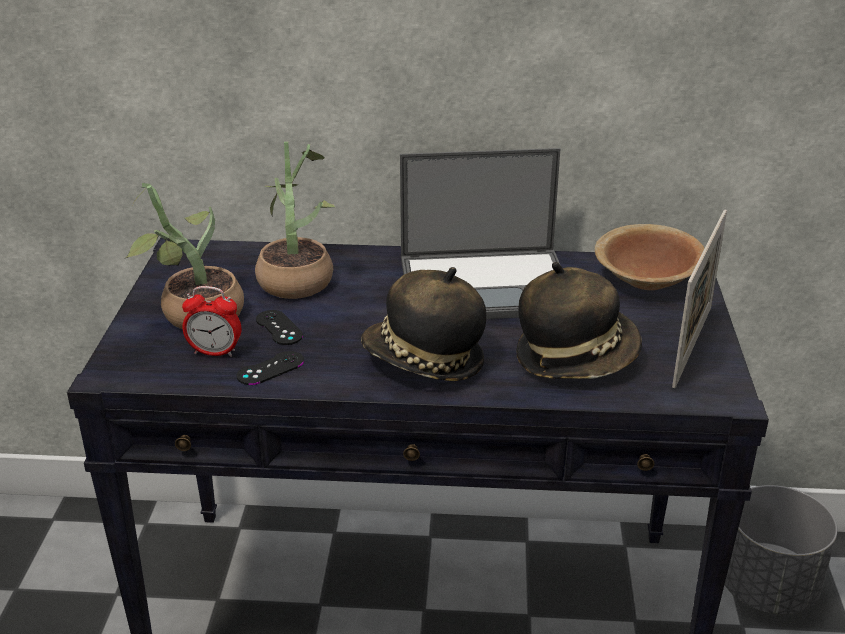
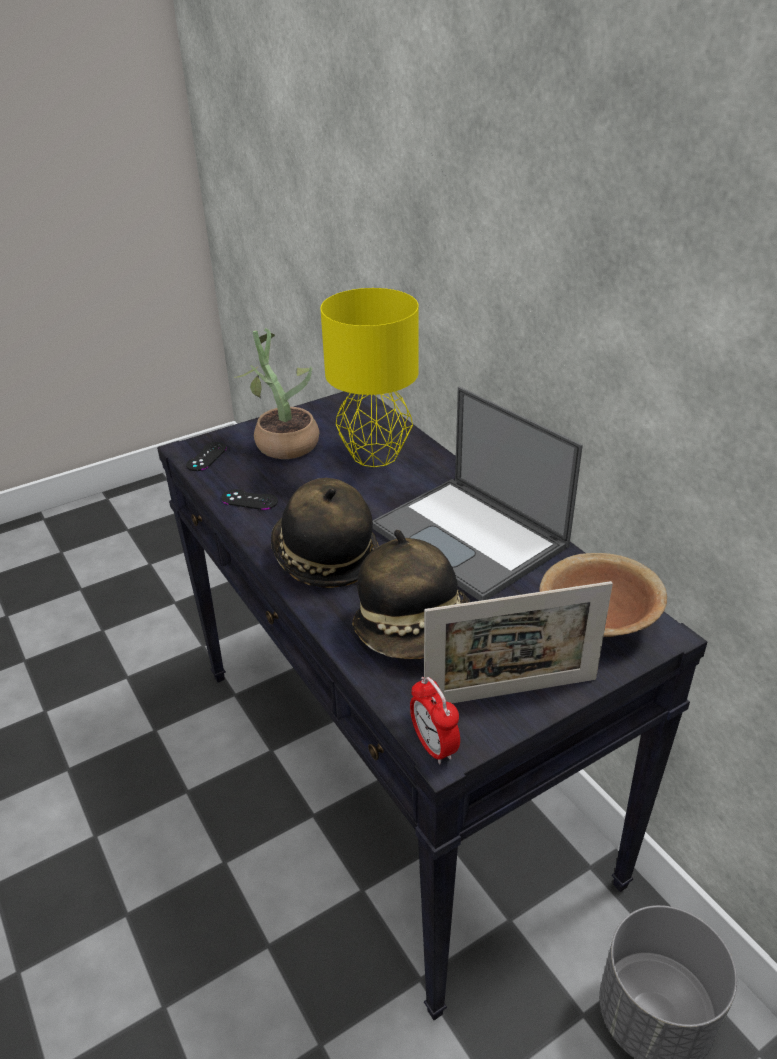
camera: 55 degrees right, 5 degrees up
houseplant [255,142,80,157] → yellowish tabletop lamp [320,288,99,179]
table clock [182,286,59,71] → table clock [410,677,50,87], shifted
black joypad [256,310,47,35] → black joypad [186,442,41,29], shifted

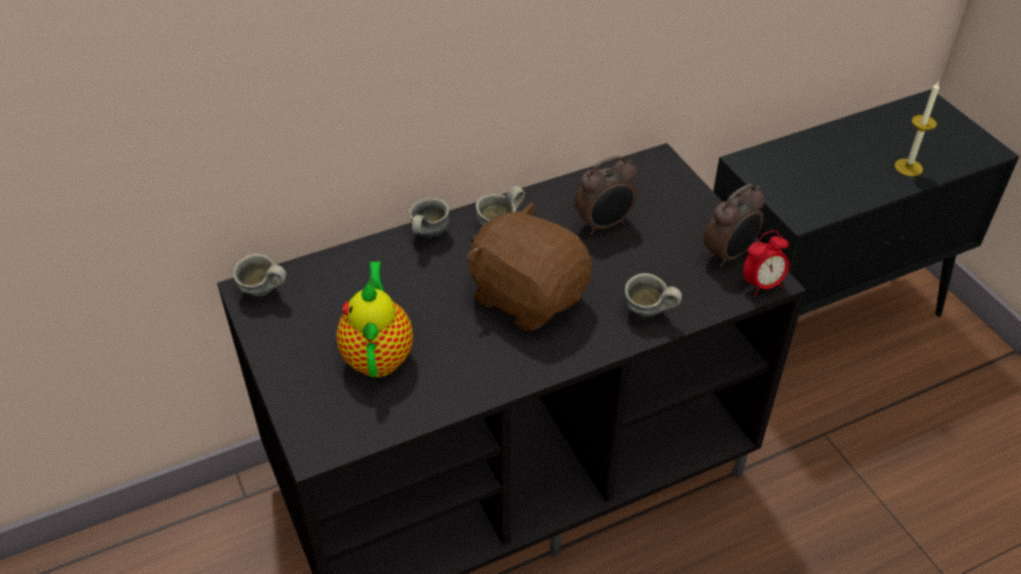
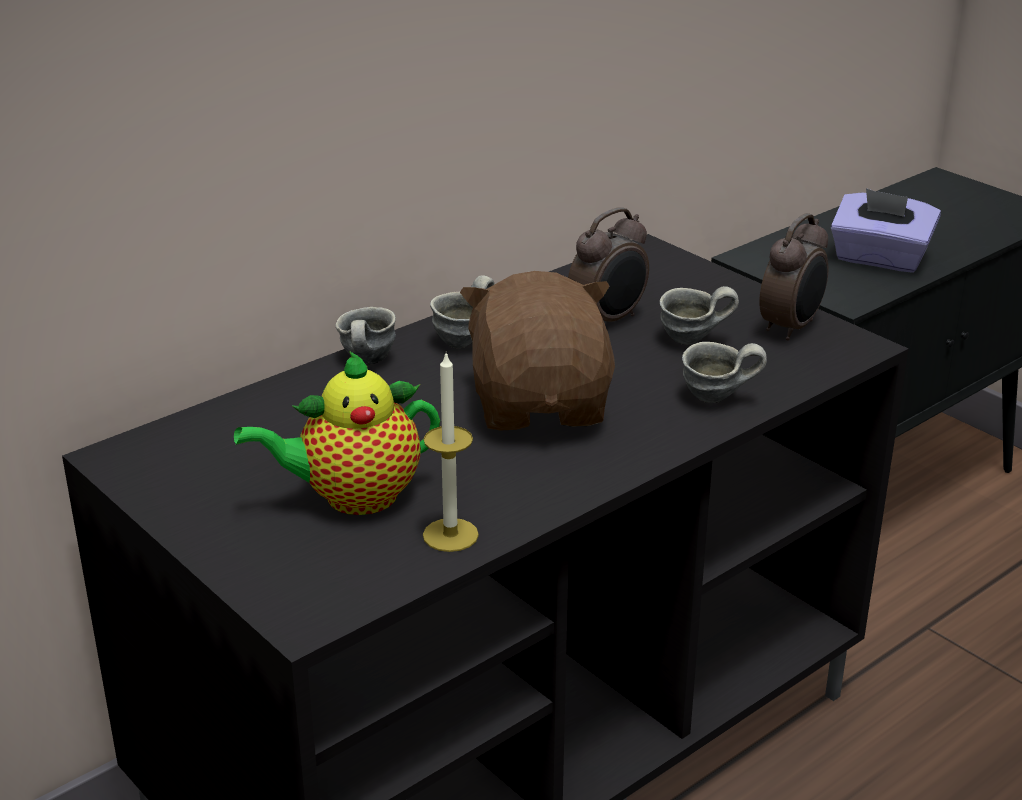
camera: 15 degrees left, 15 degrees down
wax light [894,82,46,94] → wax light [423,351,56,201], shifted
brown-coloured cuddly toy [467,202,125,129] → brown-coloured cuddly toy [460,271,155,159], 60 degrees clockwise
table clock [743,230,46,66] → -
gray tea mug [233,254,54,43] → gray tea mug [660,286,79,59], shifted
tea pot [336,261,77,116] → tea pot [234,351,206,164], 90 degrees counterclockwise
- → purplish box of tissues [831,188,110,85]

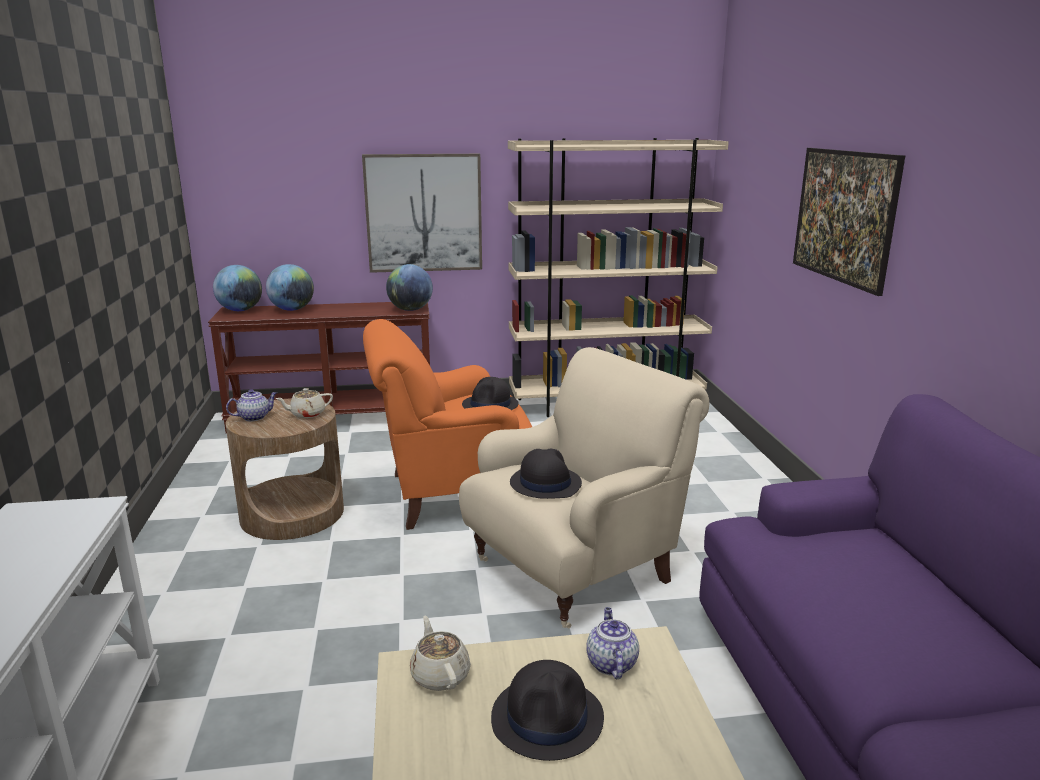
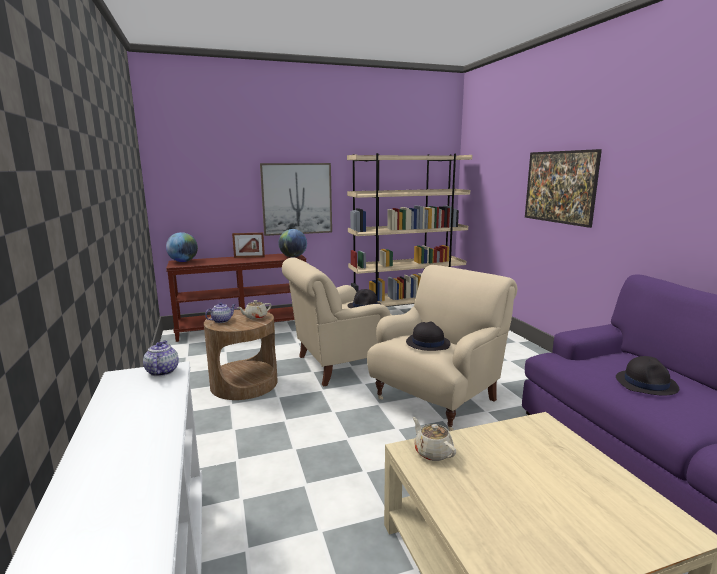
camera: 10 degrees left, 5 degrees down
world globe [266,264,48,47] → -
orange armchair [363,319,169,211] → beige armchair [282,257,109,130]
tea pot [586,607,53,72] → tea pot [143,341,36,35], shifted
black hat [491,660,113,101] → black hat [616,356,63,40], shifted
- → photo frame [232,233,33,25]

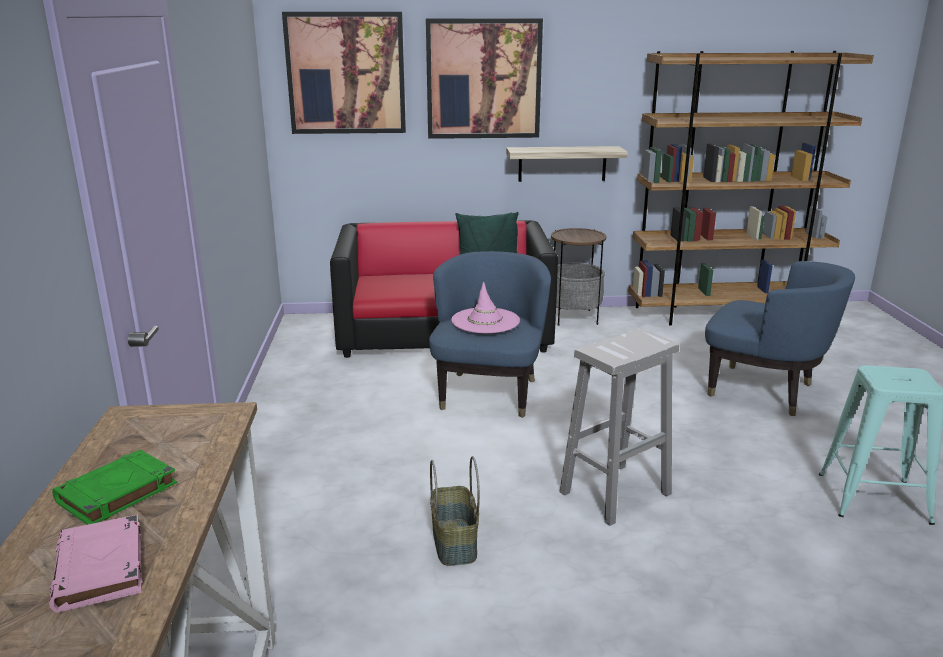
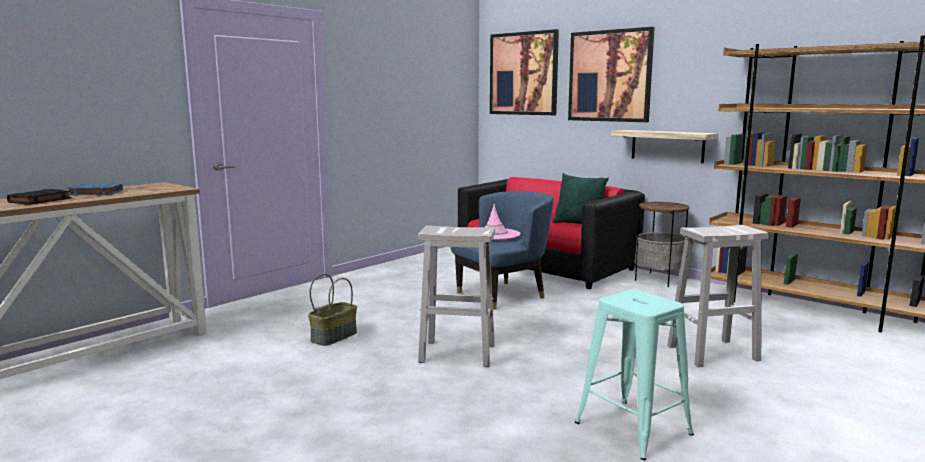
camera: 45 degrees right, 10 degrees down
blue-coloured armchair [705,261,150,155] → white-coloured sitting stool [667,225,101,142]
greenish volume [52,450,125,75] → blue-coloured volume [67,183,56,13]
pink volume [49,514,93,99] → black volume [7,189,65,16]

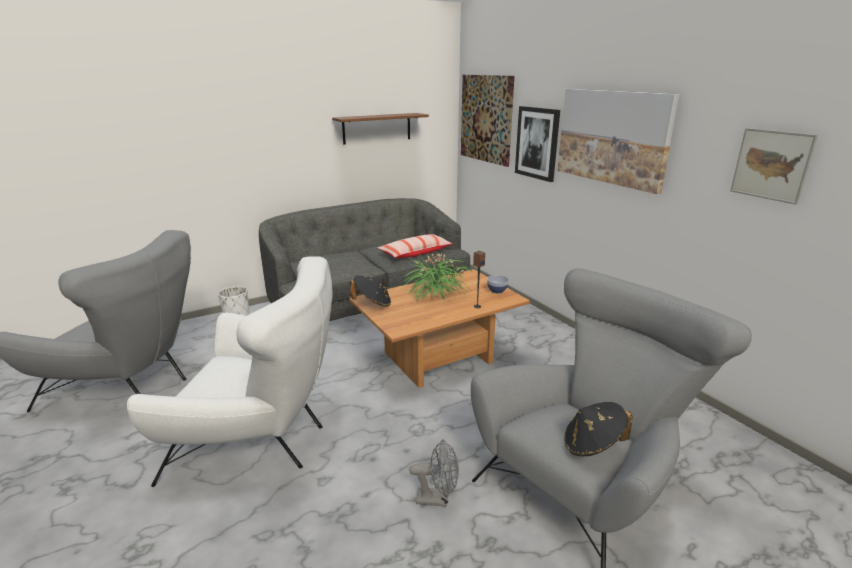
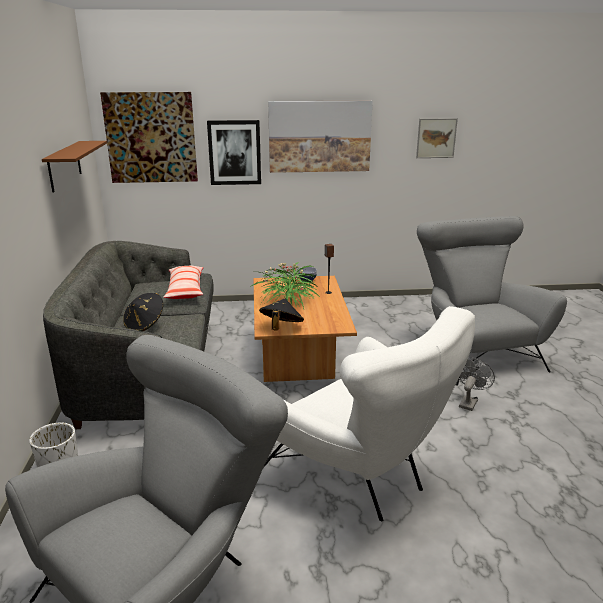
camera: 65 degrees left, 0 degrees up
white-coloured armchair [127,256,206,231] → white-coloured armchair [263,306,212,215], 105 degrees clockwise
black hat [564,402,69,54] → black hat [123,293,40,39], shifted

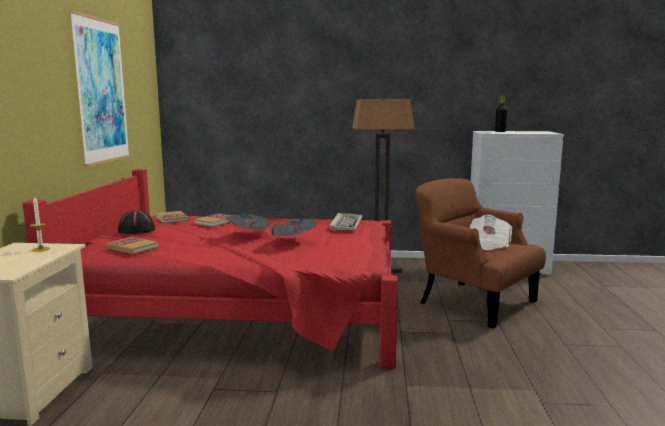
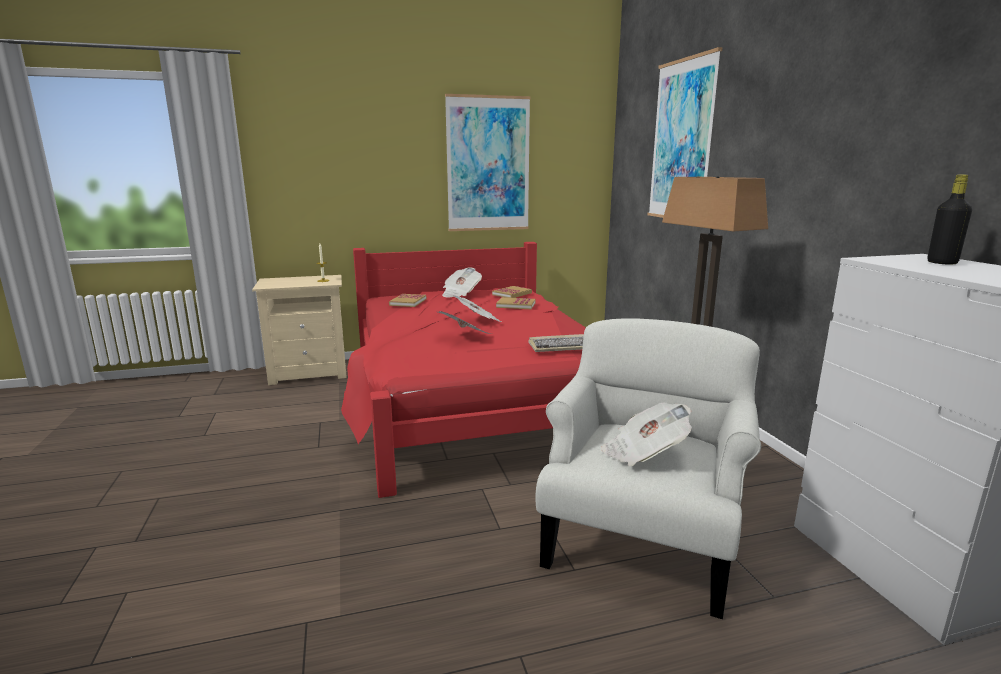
camera: 70 degrees right, 5 degrees up
brown-coloured armchair [416,178,130,151] → white-coloured armchair [536,318,225,301]
black hat [118,209,38,25] → newspaper [442,267,40,30]
- → wall art [647,47,76,171]

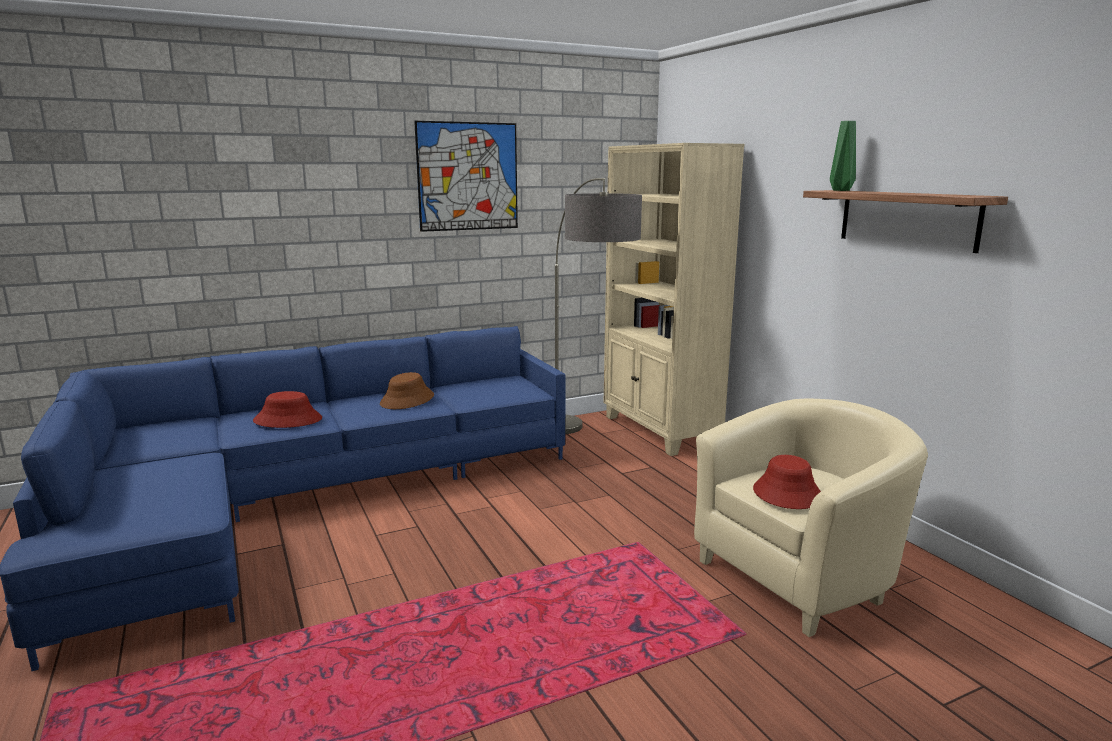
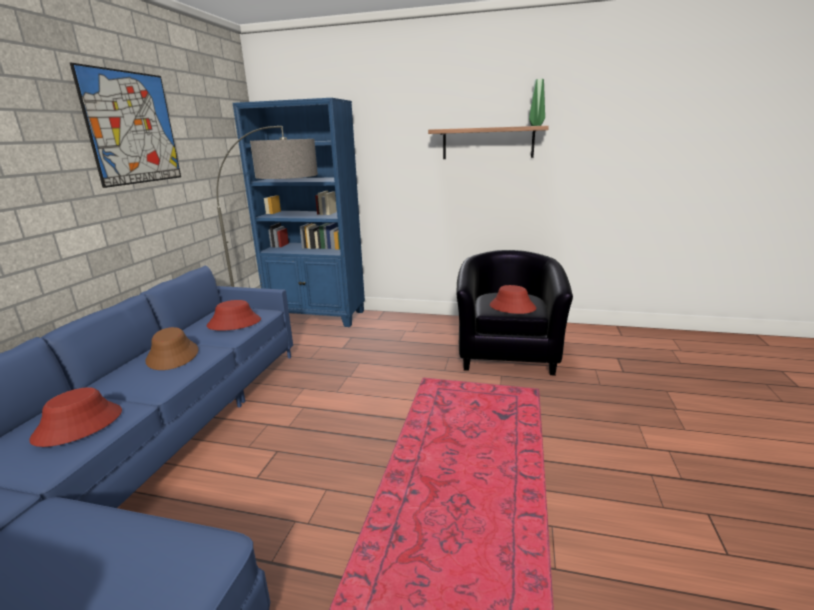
camera: 50 degrees left, 5 degrees up
greenish flower vase [830,121,26,70] → greenish flower vase [529,79,16,47], shifted
beige bookcase [604,143,141,313] → blue-coloured bookcase [233,98,132,229]
beige armchair [694,398,234,239] → black armchair [456,250,117,126]
- → red hat [207,300,54,31]

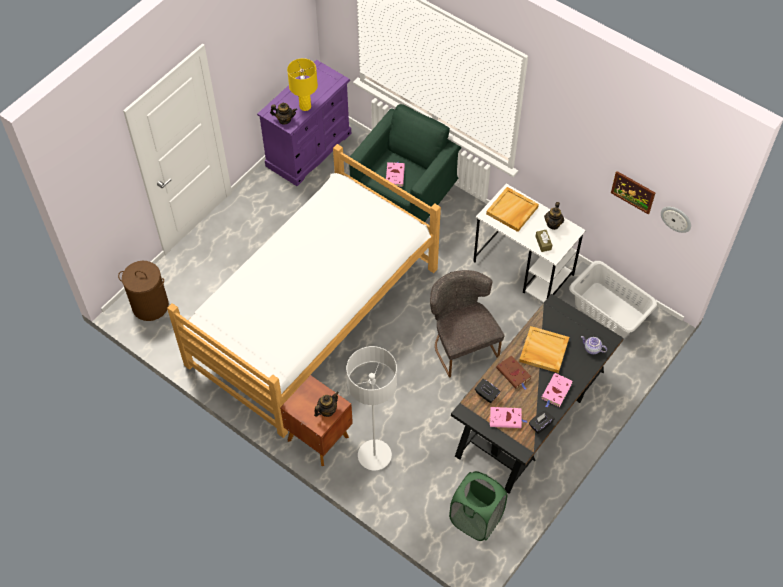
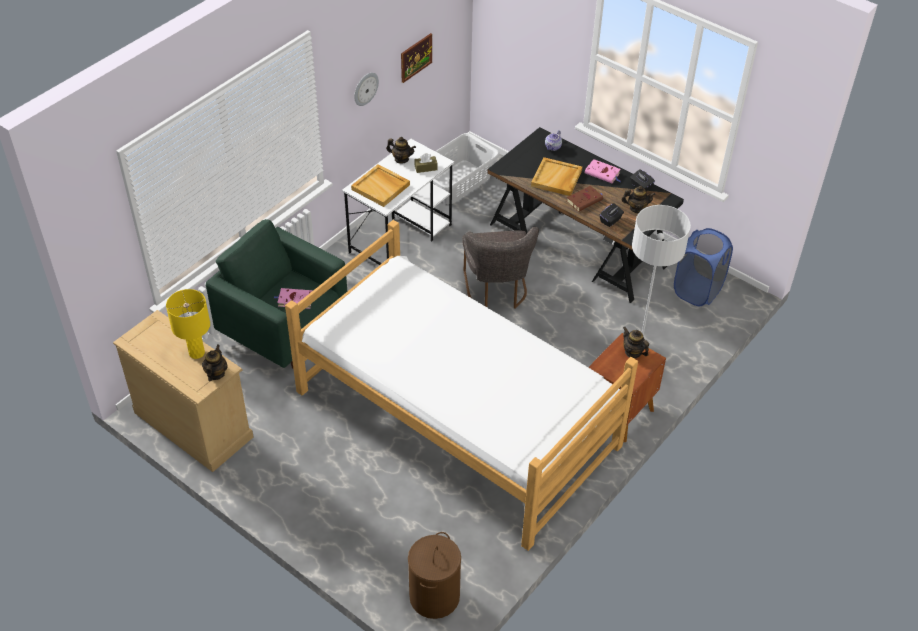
camera: 90 degrees left, 10 degrees down
purplish chest of drawers [257,60,94,126] → beige chest of drawers [113,310,140,162]
hanging clock [661,207,30,26] → hanging clock [354,73,25,33], shifted
gray plain chair [430,270,74,108] → gray plain chair [462,227,77,82], 75 degrees counterclockwise
pink volume [490,407,37,21] → tea pot [622,186,34,27]
greenish hamper [449,471,58,70] → blue-coloured hamper [674,228,59,78]

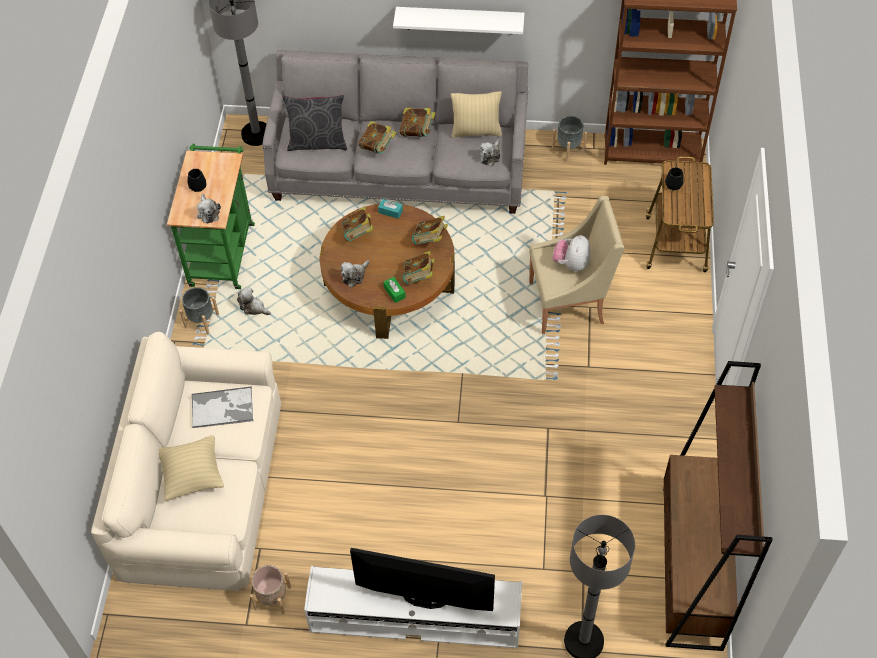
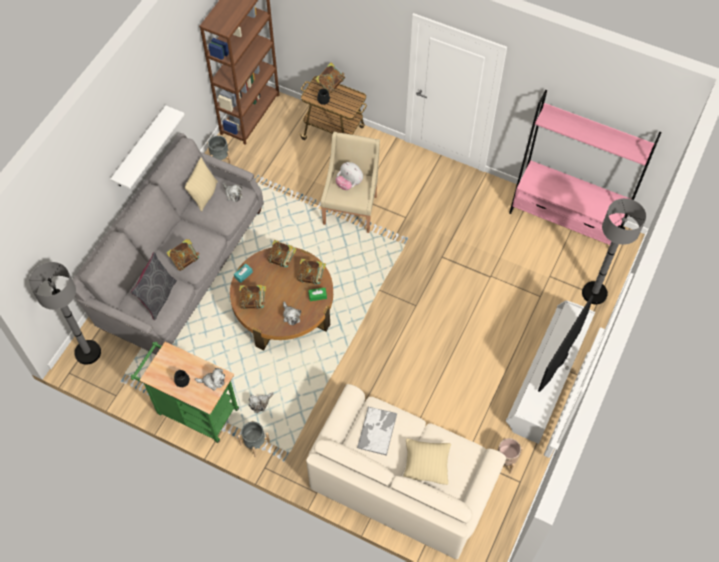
camera: 70 degrees left, 5 degrees up
volume [399,108,37,29] → volume [315,63,30,30], shifted
brown-coloured bookcase [663,361,110,290] → pink bookcase [509,90,153,155]

